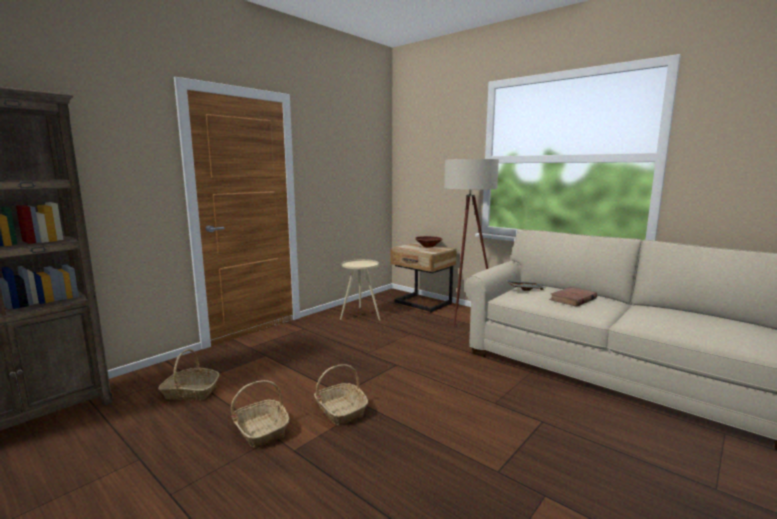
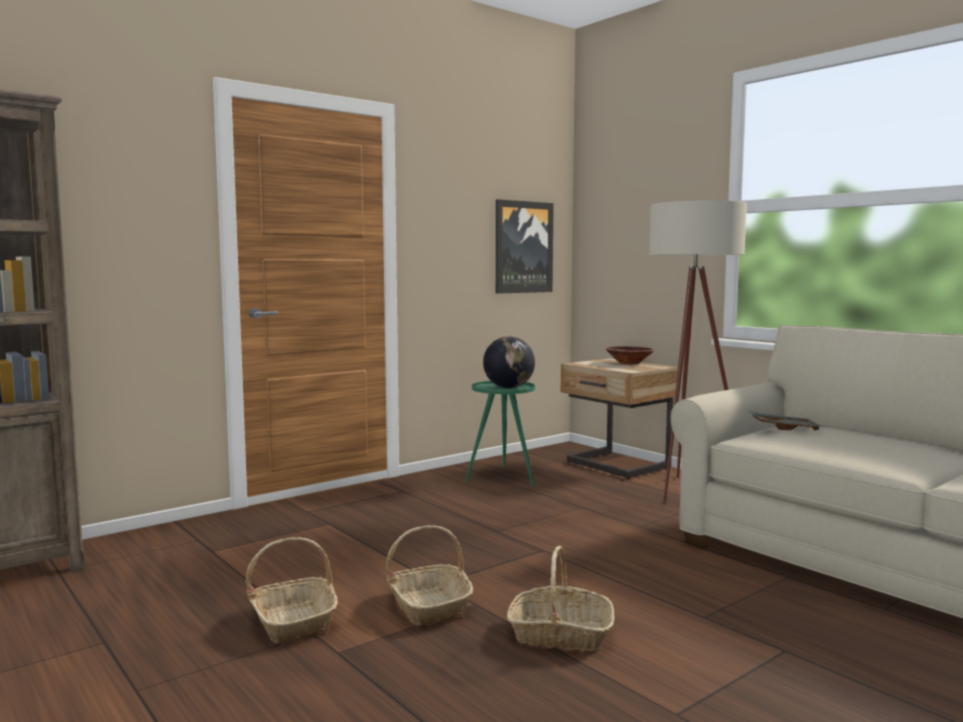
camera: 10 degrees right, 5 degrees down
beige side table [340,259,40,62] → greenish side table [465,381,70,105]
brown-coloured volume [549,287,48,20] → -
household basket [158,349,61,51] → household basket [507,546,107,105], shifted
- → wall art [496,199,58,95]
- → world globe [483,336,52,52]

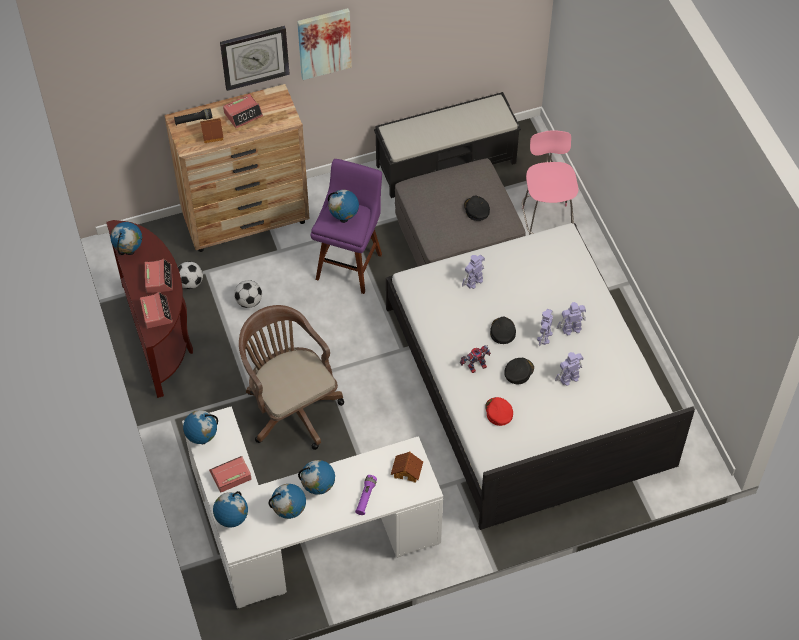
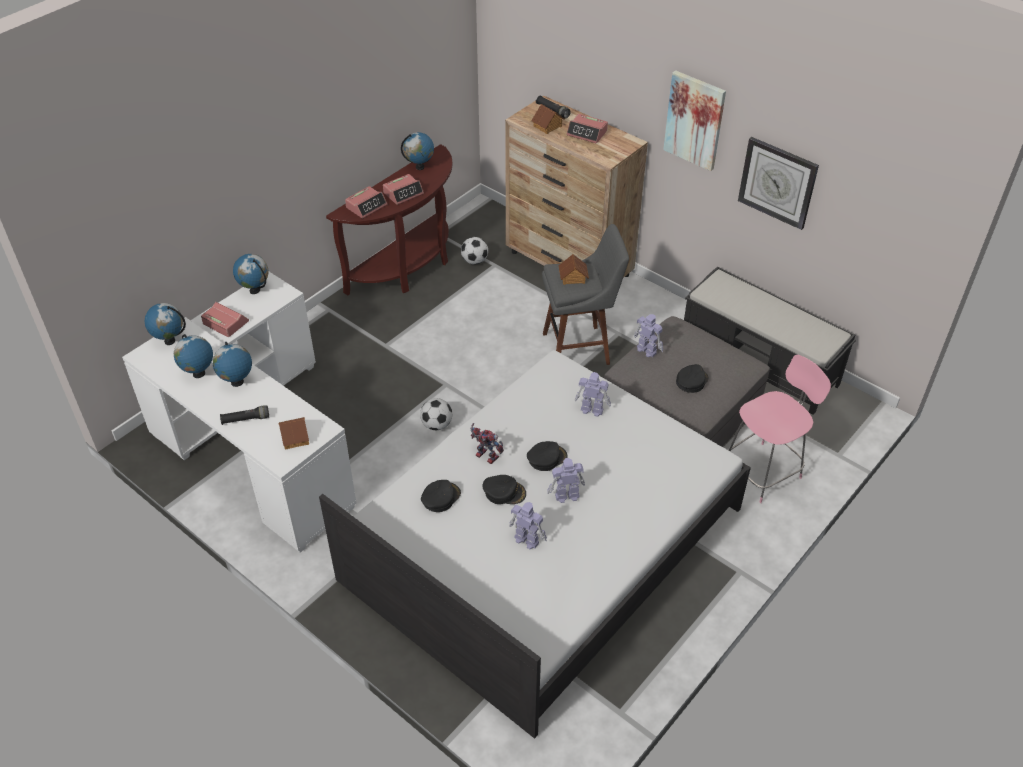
camera: 60 degrees right, 10 degrees down
hanging clock [220,26,70,65] → hanging clock [738,137,81,93], shifted
purplish sitting stool [311,159,71,135] → gray sitting stool [542,224,87,141]
world globe [328,190,31,33] → miniature house [559,254,30,31]
football ball [234,280,28,28] → football ball [420,398,32,32], shifted
toy robot [556,302,30,34] → toy robot [634,314,29,43], shifted
brown-coloured desk chair [239,305,105,145] → -
red baseball cap [485,397,28,29] → black baseball cap [421,480,40,32]
purplish hand torch [355,475,22,40] → black hand torch [220,405,49,20]

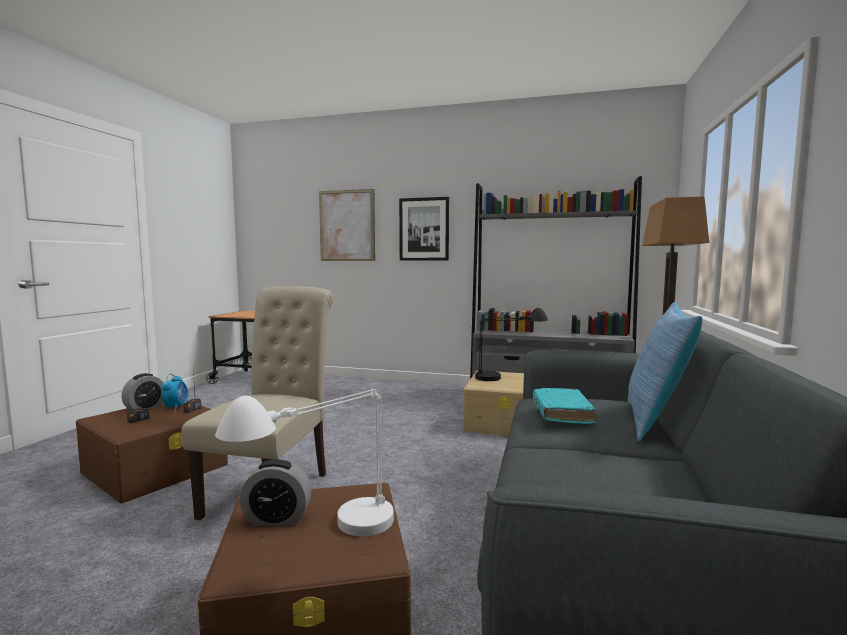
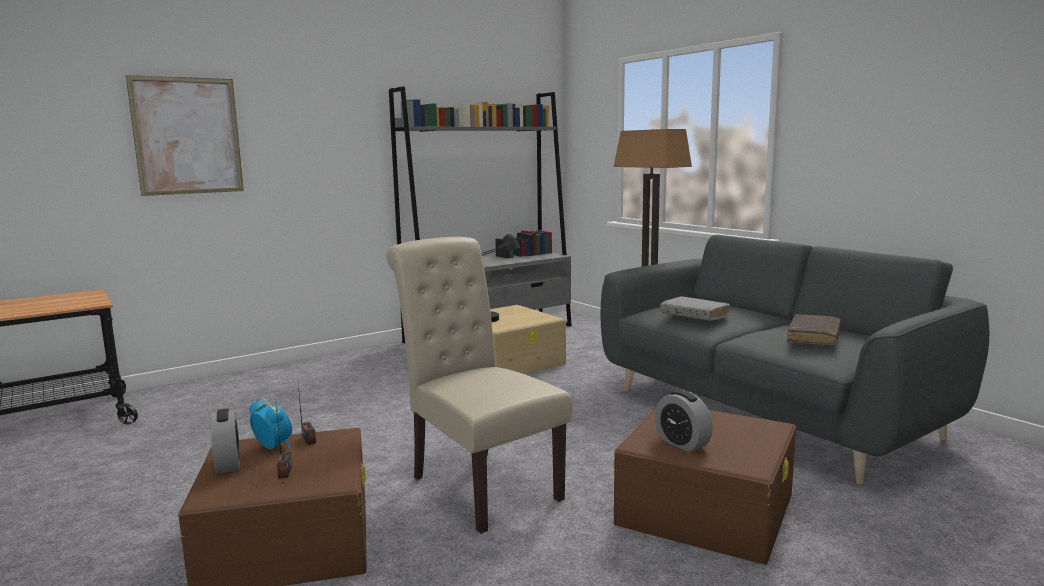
camera: 50 degrees left, 5 degrees up
wall art [399,197,50,64] → -
throw pillow [627,302,75,139] → -
white-coloured tabletop lamp [215,388,179,148] → -
blue-green volume [533,388,63,36] → gray volume [660,296,70,25]
table clock [239,459,73,66] → table clock [655,390,58,62], 105 degrees clockwise
- → brown-coloured volume [787,314,54,32]

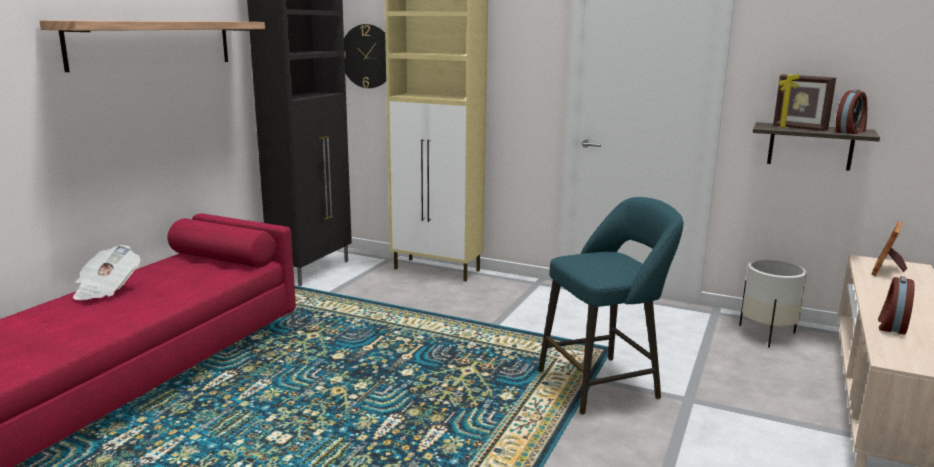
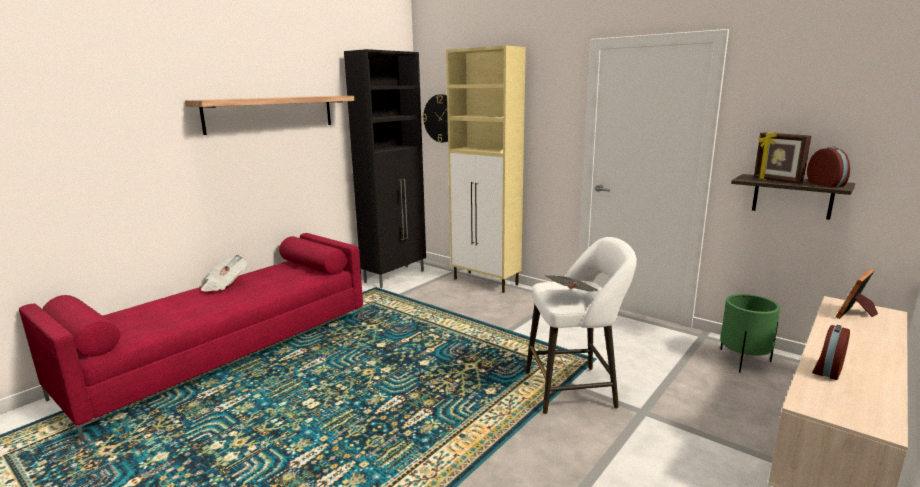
camera: 15 degrees right, 0 degrees up
table clock [836,89,31,45] → table clock [807,146,43,41], 75 degrees counterclockwise
blue-green sitting stool [538,197,145,218] → white-coloured sitting stool [526,237,111,177]
white-coloured flower pot [739,259,68,89] → greenish flower pot [720,294,60,79]
- → newspaper [546,275,52,17]

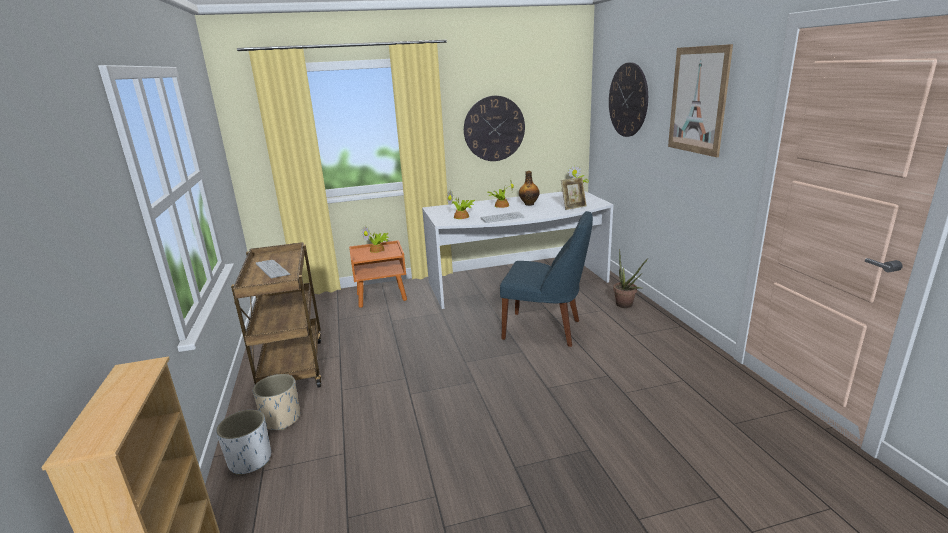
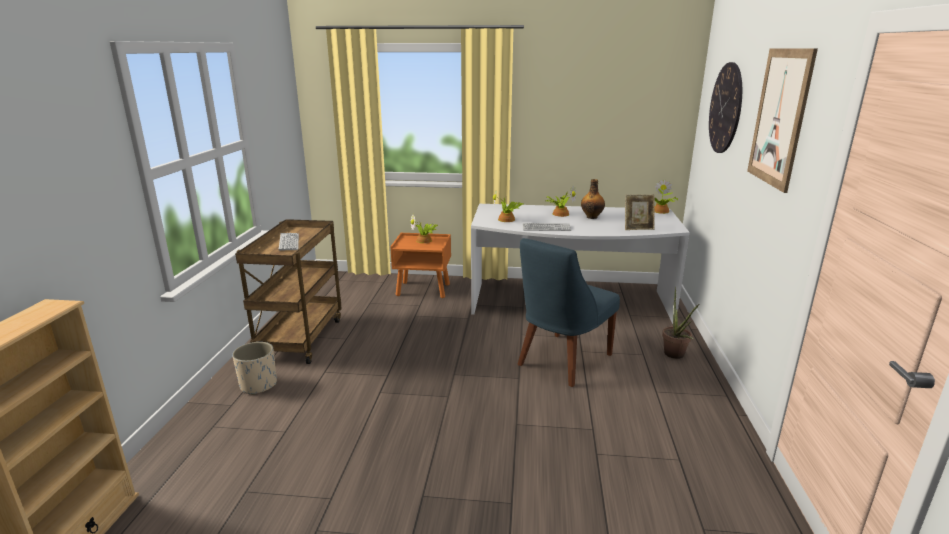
camera: 20 degrees right, 0 degrees up
hanging clock [464,96,61,65] → -
blue-coloured plain chair [500,211,93,136] → blue-coloured plain chair [517,238,103,149], 90 degrees clockwise
white-coloured flower pot [216,410,55,65] → -

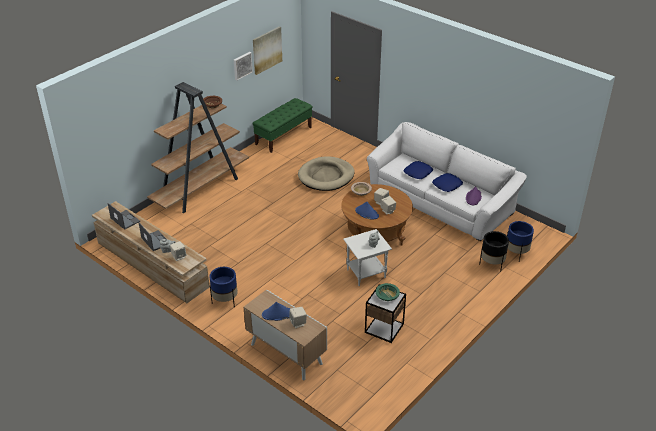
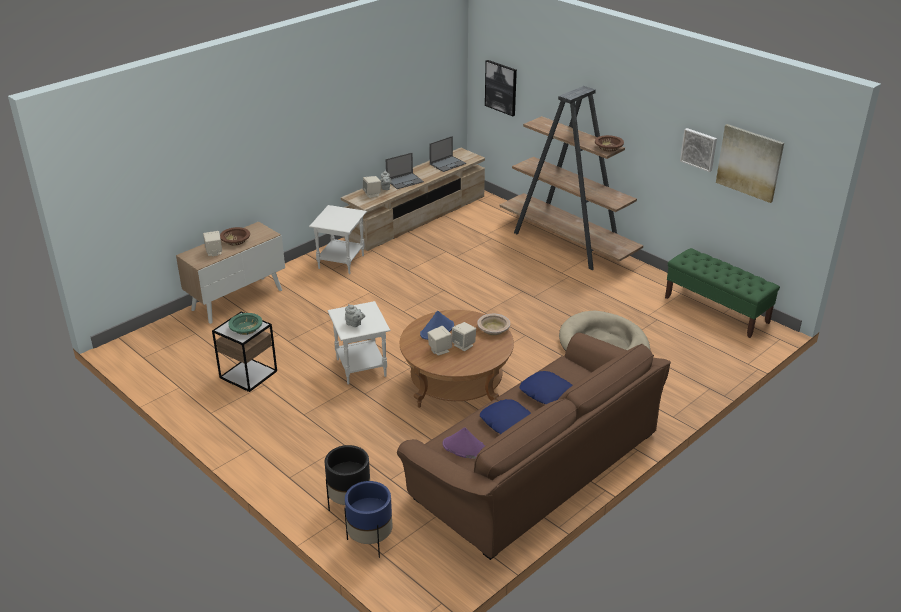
camera: 95 degrees right, 5 degrees down
white-coloured sofa [367,122,160,119] → brown-coloured sofa [397,332,274,228]
blue-coloured flower pot [209,267,29,40] → white-coloured side table [309,205,58,69]
blue-coloured hat [262,302,28,19] → brown-coloured bowl [220,227,30,18]
- → wall art [485,60,32,56]

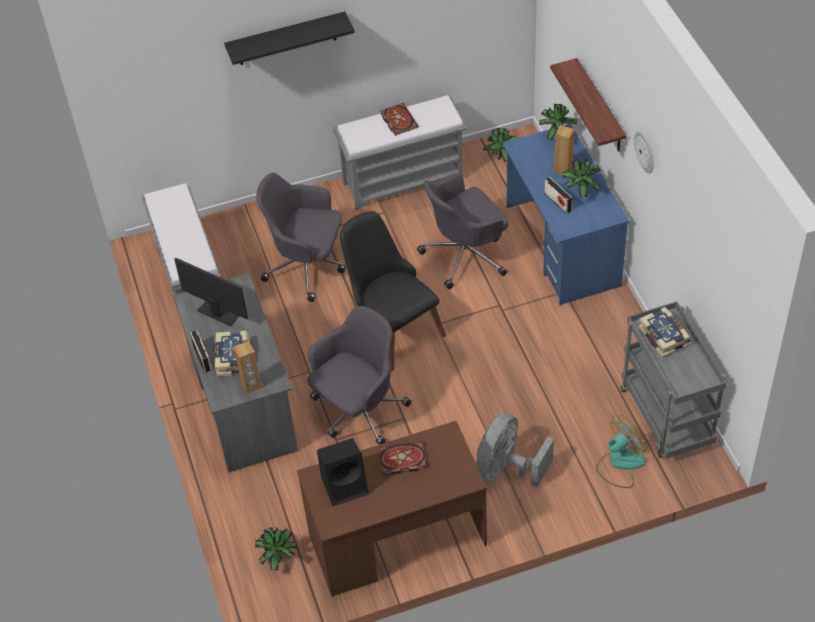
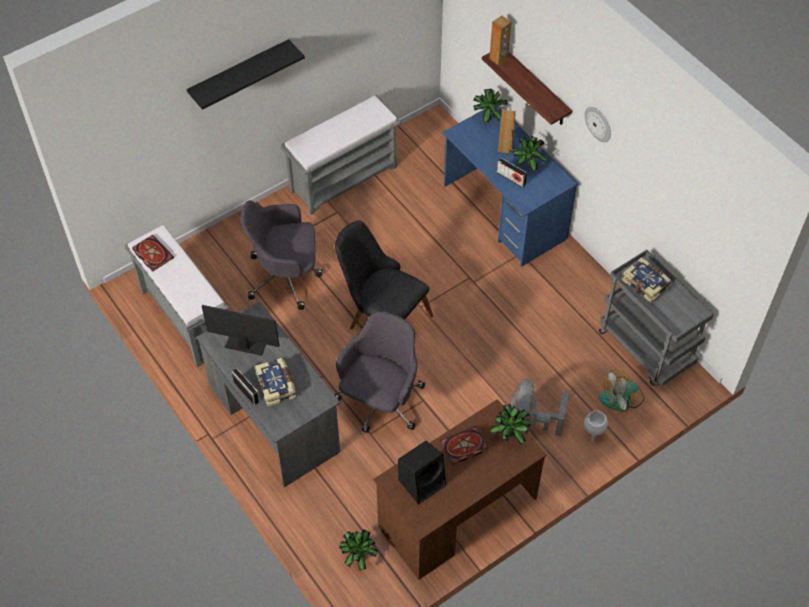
camera: 20 degrees left, 5 degrees up
volume [380,103,39,33] → volume [132,235,42,36], shifted
houseplant [484,128,33,35] → houseplant [490,404,41,41], shifted
gray desk chair [417,173,91,116] → -
brown-coloured loudspeaker [233,341,29,53] → brown-coloured loudspeaker [489,16,23,49], shifted
cooling fan [596,414,51,74] → cooling fan [599,369,45,43], 150 degrees counterclockwise
- → white-coloured flower pot [584,411,24,31]

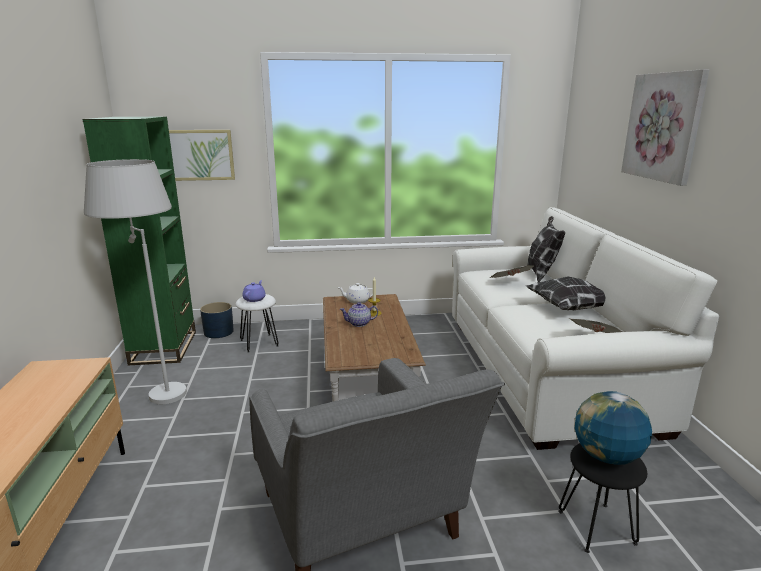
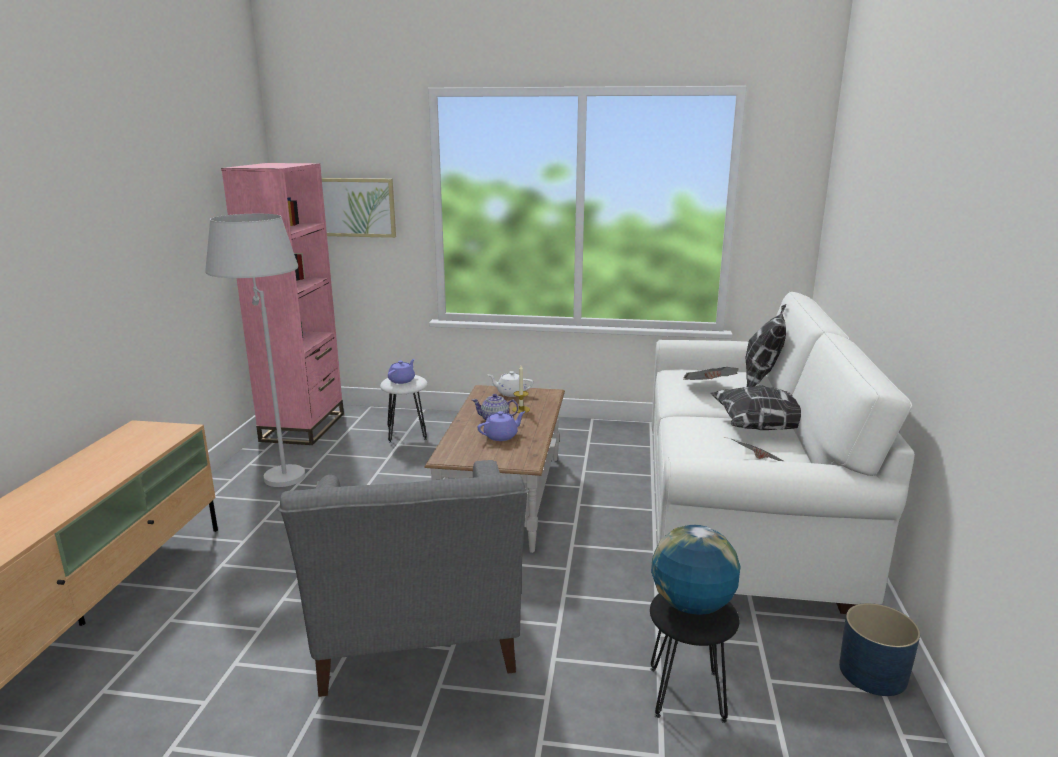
camera: 15 degrees right, 0 degrees up
wall art [621,69,88,117] → -
greenish bookcase [82,117,114,248] → pink bookcase [221,163,123,282]
blue-coloured flower pot [200,302,34,36] → blue-coloured flower pot [839,603,81,93], shifted
- → purplish tea pot [477,411,48,30]

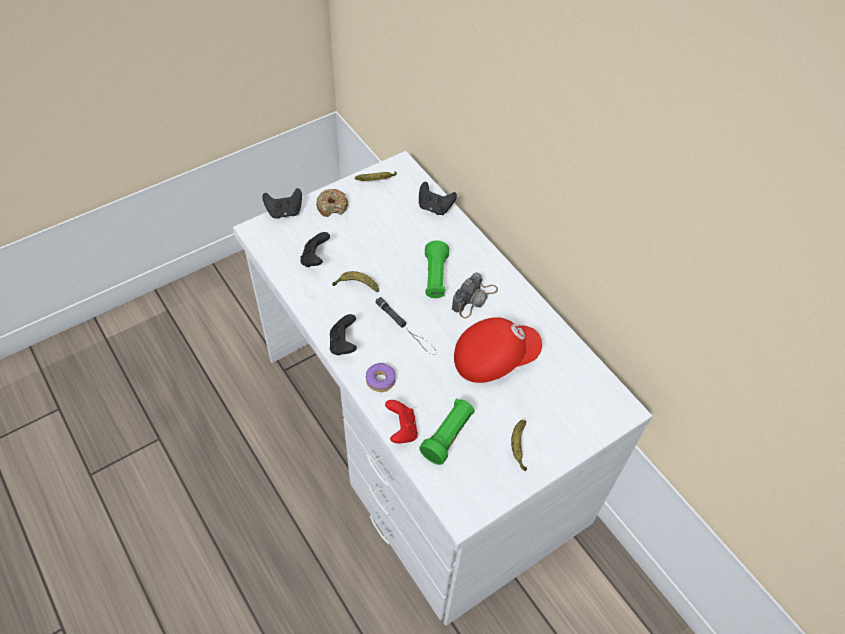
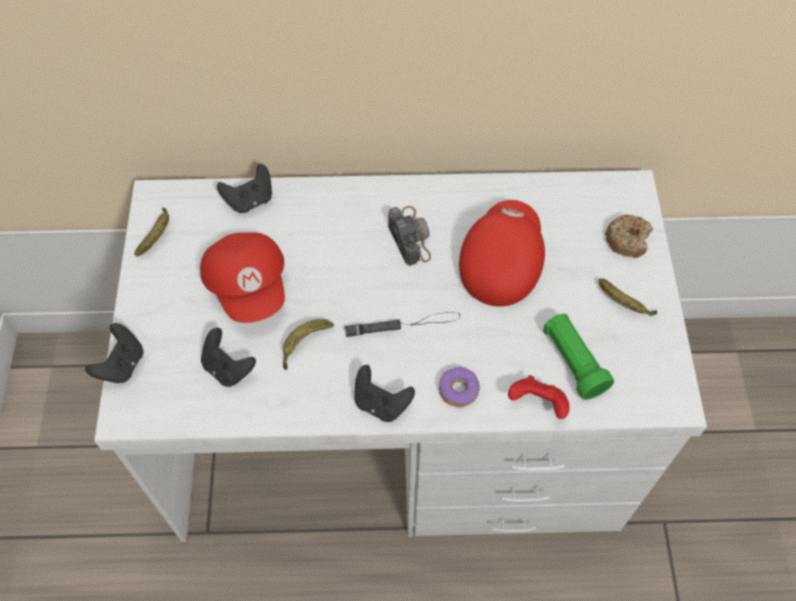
camera: 55 degrees left, 5 degrees up
ring doughnut [316,189,32,28] → ring doughnut [605,214,48,44], shifted
greenish hand torch [425,241,24,57] → -
- → red baseball cap [200,232,85,91]

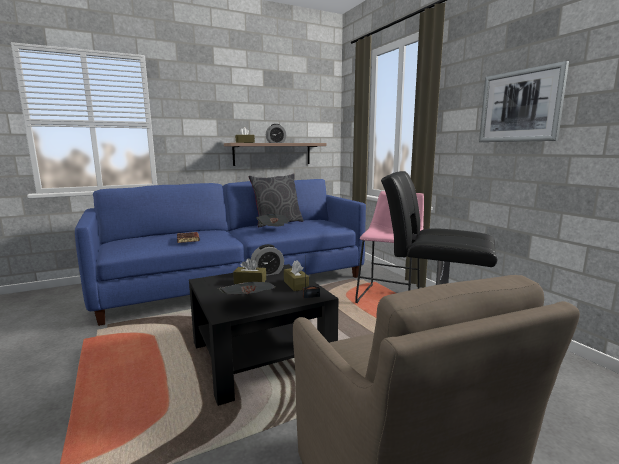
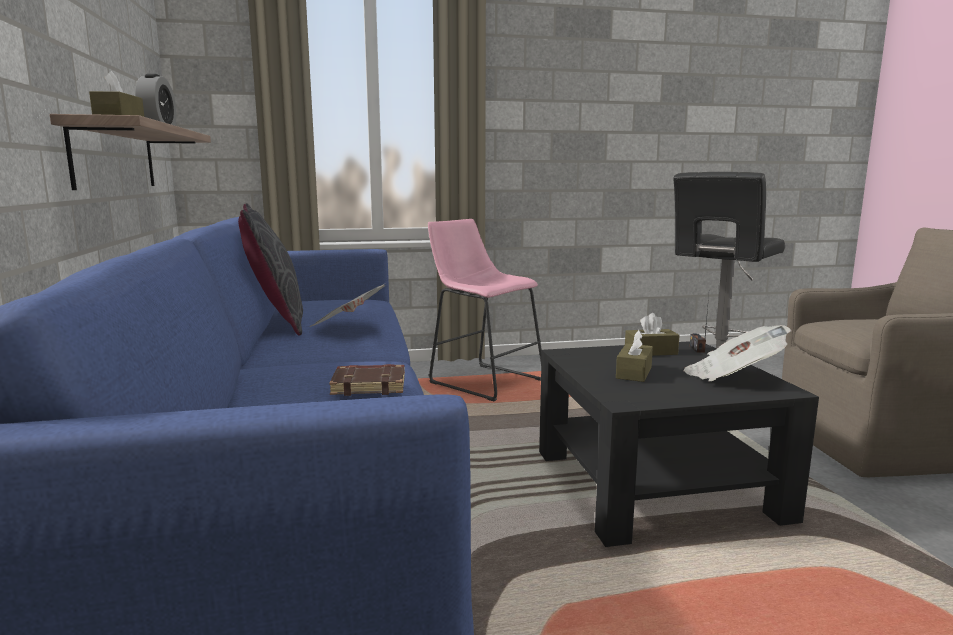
camera: 75 degrees left, 0 degrees up
wall art [479,61,90,81] → -
table clock [251,244,33,32] → -

